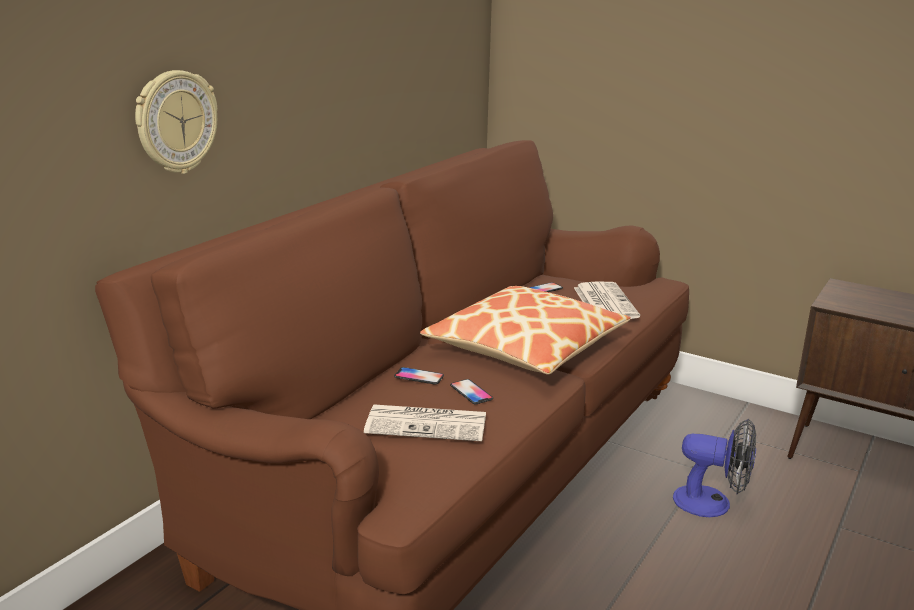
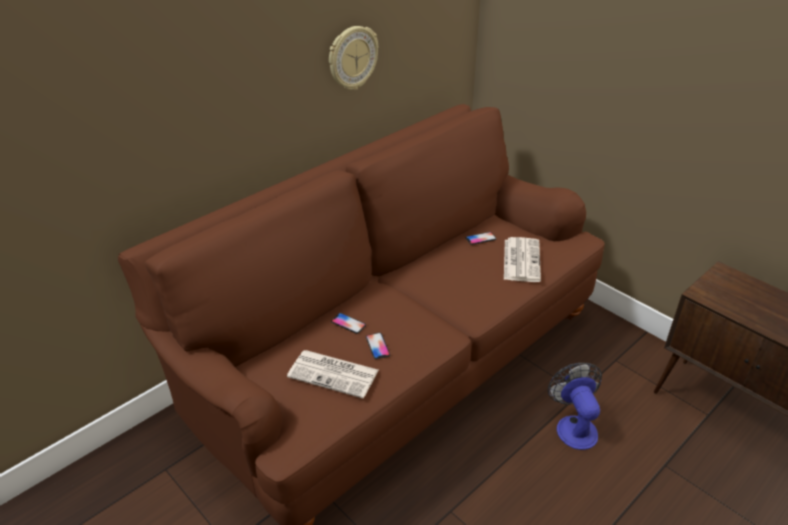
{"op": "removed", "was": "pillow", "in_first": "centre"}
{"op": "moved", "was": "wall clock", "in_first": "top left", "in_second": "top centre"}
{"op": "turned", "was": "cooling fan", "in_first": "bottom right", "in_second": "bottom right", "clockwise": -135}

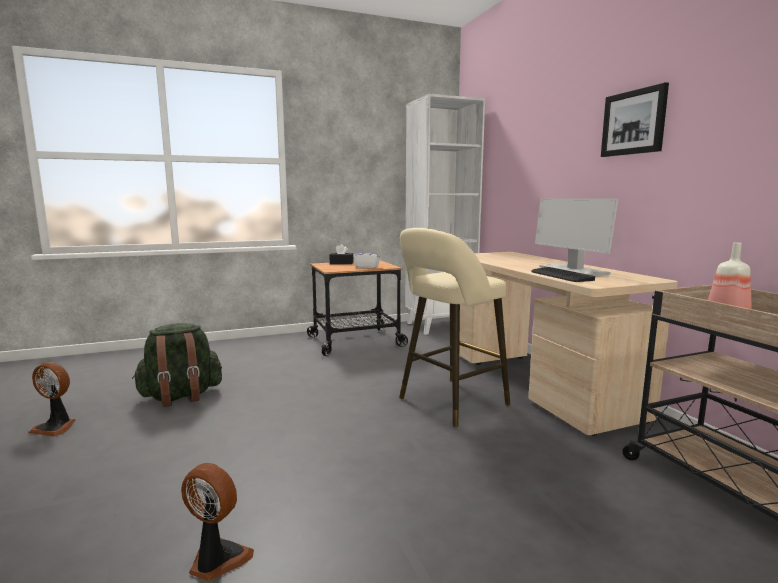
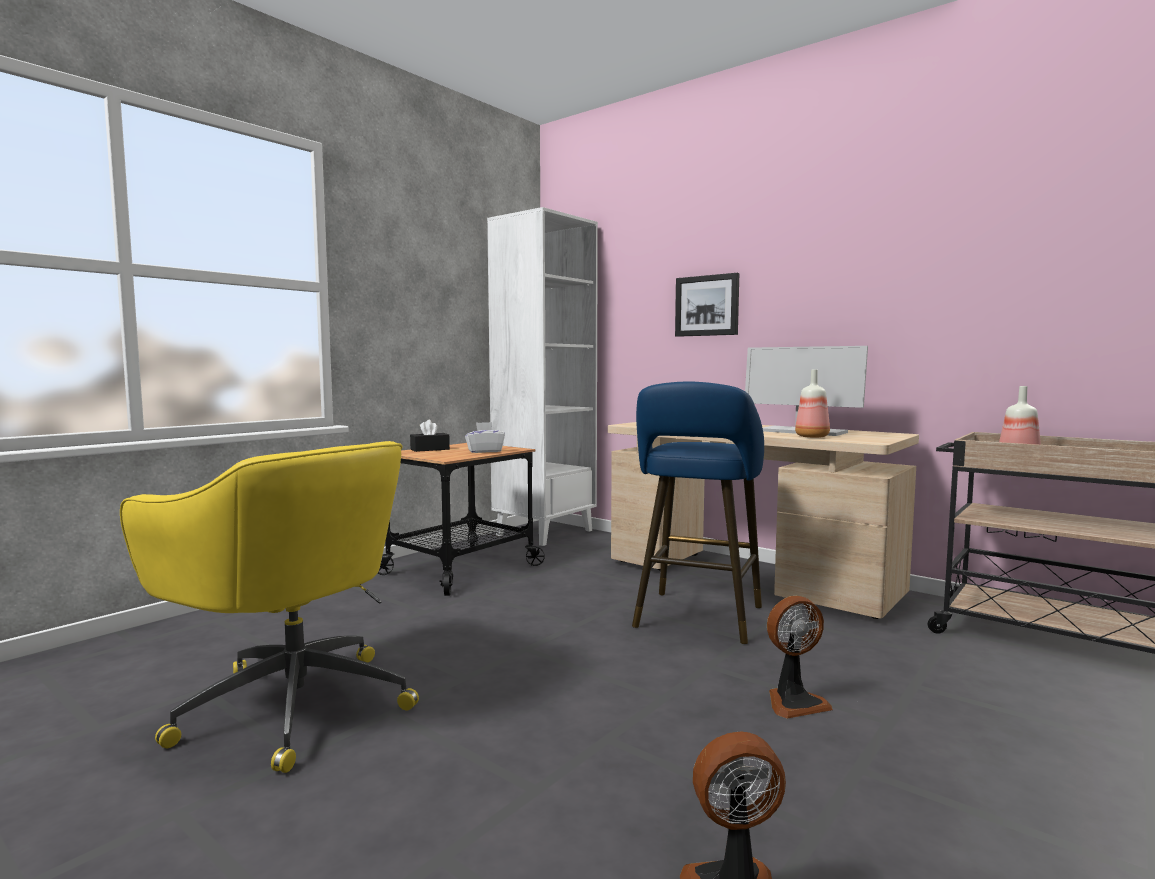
{"op": "moved", "was": "cooling fan (1st from left in the first image)", "now": "cooling fan (2nd from left)", "in_first": "bottom left", "in_second": "bottom right"}
{"op": "moved", "was": "wall art", "in_first": "top right", "in_second": "centre"}
{"op": "replaced", "was": "green-coloured knapsack", "now": "yellowish desk chair", "in_first": "middle left", "in_second": "bottom left"}
{"op": "replaced", "was": "computer keyboard", "now": "drink bottle (1st from left)", "in_first": "middle right", "in_second": "middle right"}
{"op": "recoloured", "was": "beige-coloured stool", "now": "blue-coloured stool", "in_first": "centre", "in_second": "centre"}

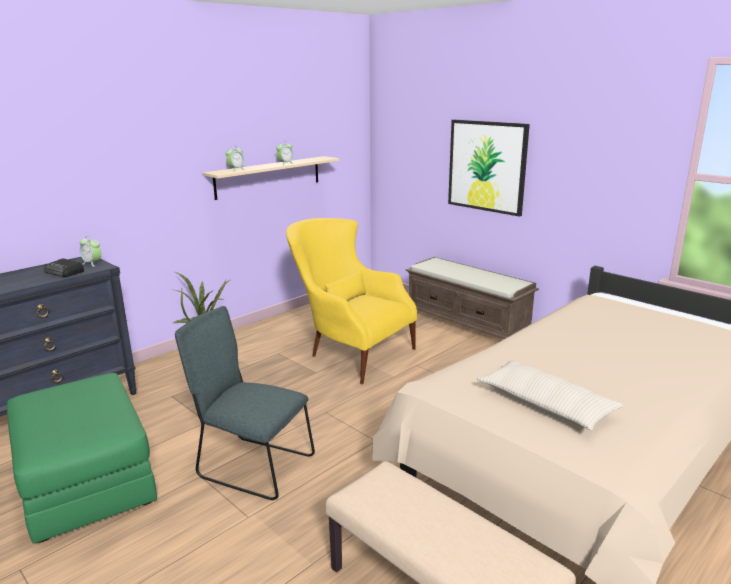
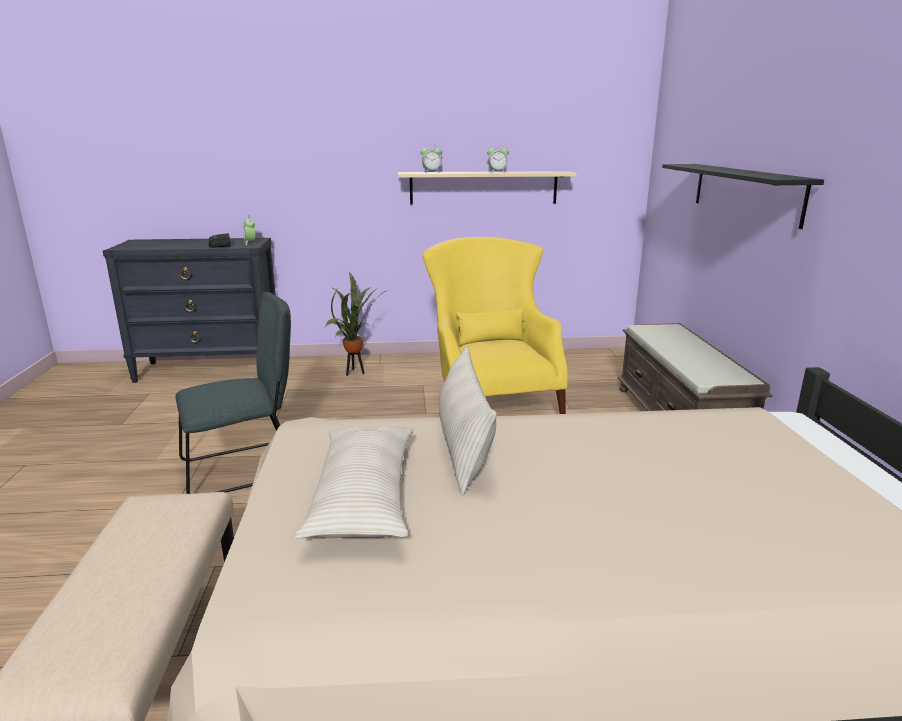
{"op": "removed", "was": "green-coloured pouffe", "in_first": "bottom left"}
{"op": "added", "now": "beige-coloured pillow (2nd from left)", "in_second": "centre"}
{"op": "replaced", "was": "wall art", "now": "black wall shelf", "in_first": "top right", "in_second": "top right"}
{"op": "turned", "was": "gray upright chair", "in_first": "bottom centre", "in_second": "middle left", "clockwise": 90}

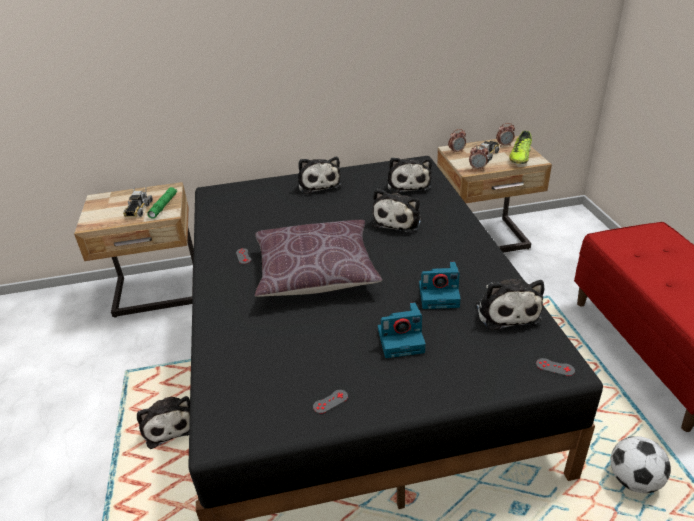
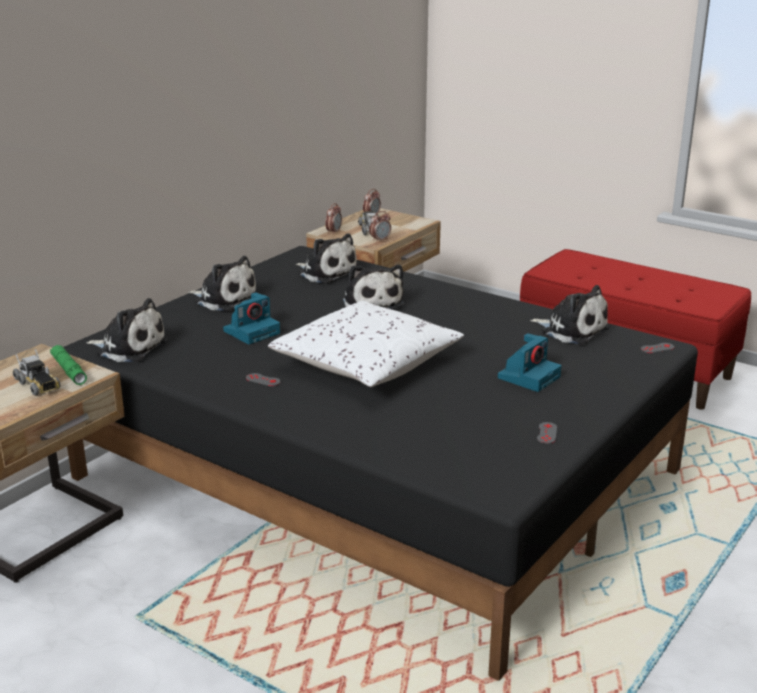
{"op": "removed", "was": "low shoe", "in_first": "top right"}
{"op": "removed", "was": "football ball", "in_first": "bottom right"}
{"op": "moved", "was": "cuddly toy (1st from left)", "in_first": "bottom left", "in_second": "middle left"}
{"op": "moved", "was": "still camera (2nd from left in the first image)", "now": "still camera (1st from left)", "in_first": "centre", "in_second": "middle left"}
{"op": "recoloured", "was": "brown pillow", "now": "white pillow", "in_first": "centre", "in_second": "centre"}

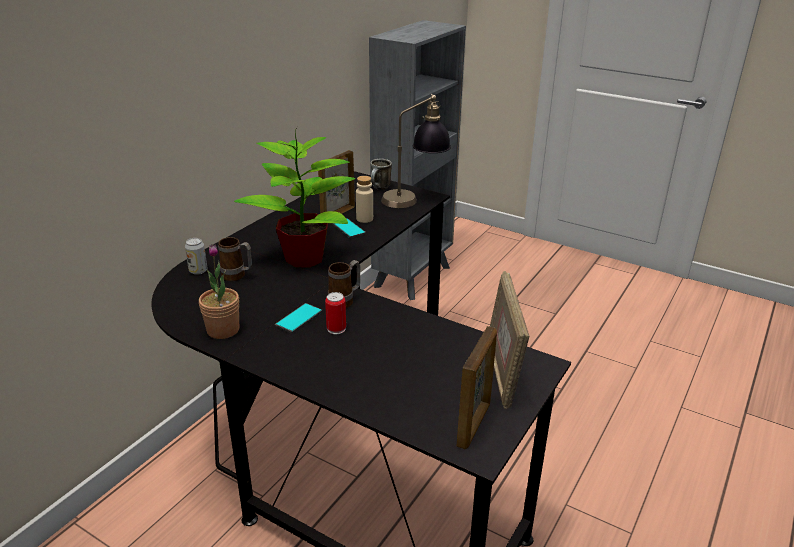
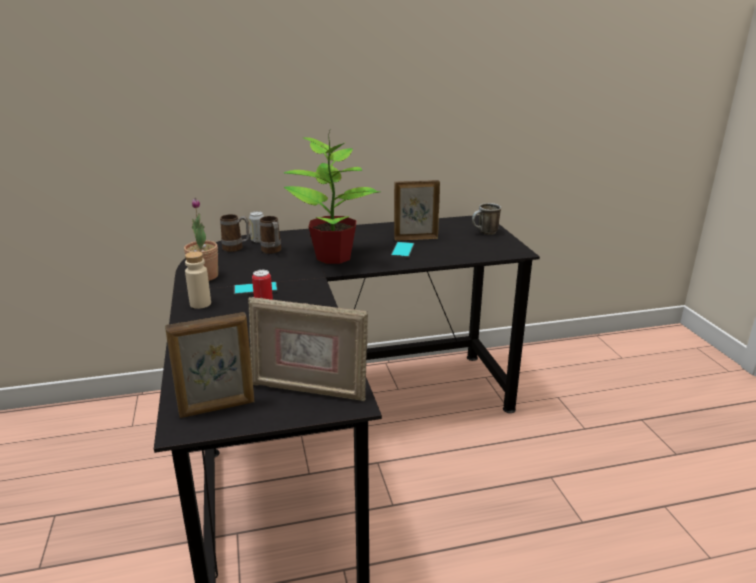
{"op": "removed", "was": "gray bookcase", "in_first": "top centre"}
{"op": "removed", "was": "tabletop lamp", "in_first": "top centre"}
{"op": "moved", "was": "tea mug (2nd from left in the first image)", "now": "tea mug (1st from left)", "in_first": "centre", "in_second": "middle left"}
{"op": "moved", "was": "beige-coloured drink bottle", "in_first": "centre", "in_second": "middle left"}
{"op": "turned", "was": "standing frame (3rd from left in the first image)", "in_first": "centre", "in_second": "centre", "clockwise": -120}

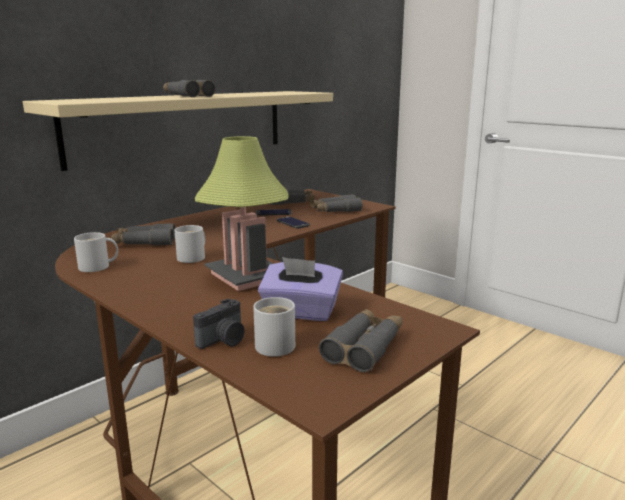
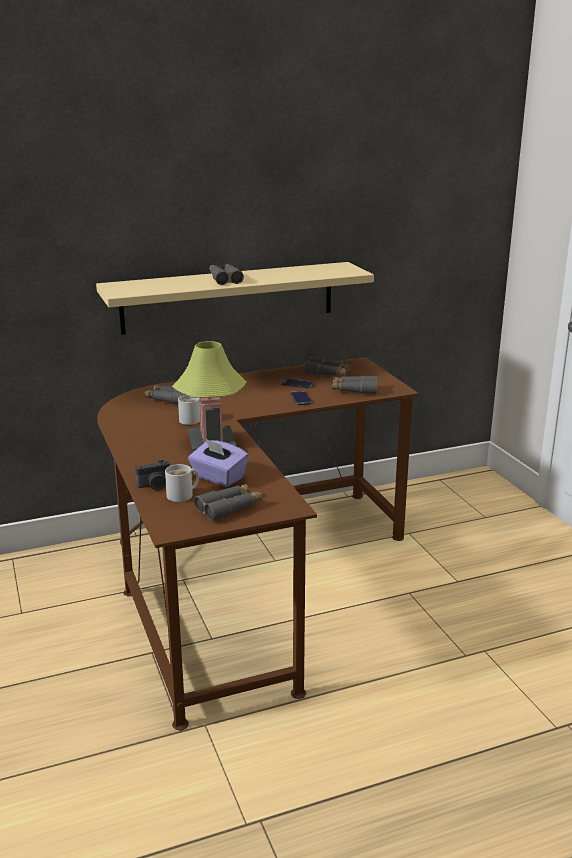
{"op": "removed", "was": "white tea mug (1st from left)", "in_first": "middle left"}

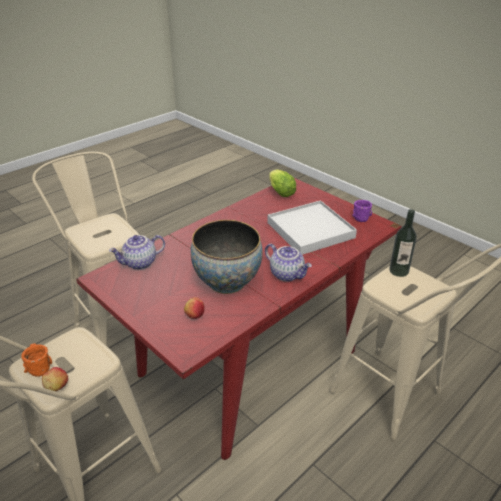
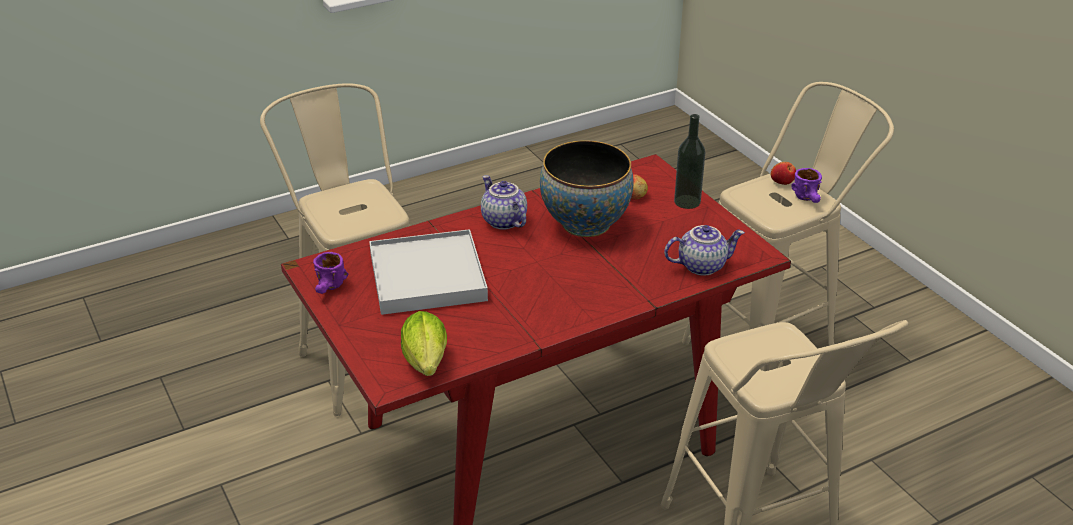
{"op": "moved", "was": "drink bottle", "in_first": "middle right", "in_second": "top centre"}
{"op": "recoloured", "was": "orangey tea mug", "now": "purplish tea mug (2nd from left)", "in_first": "bottom left", "in_second": "middle right"}

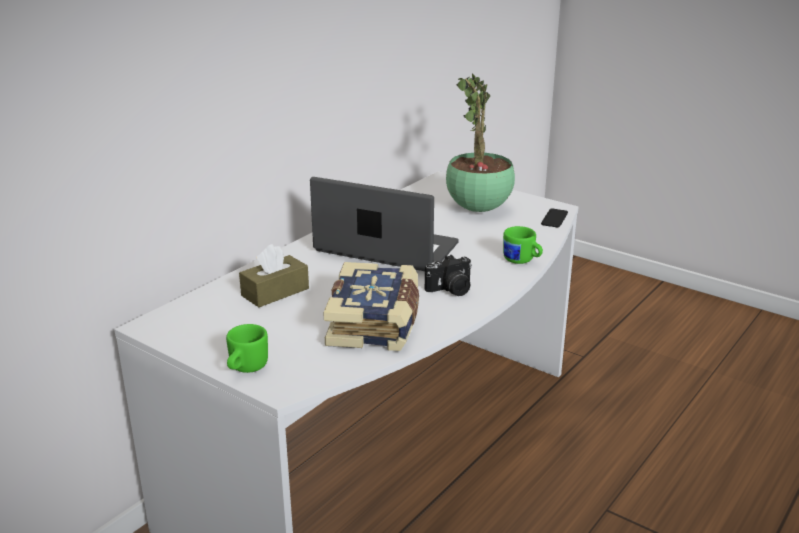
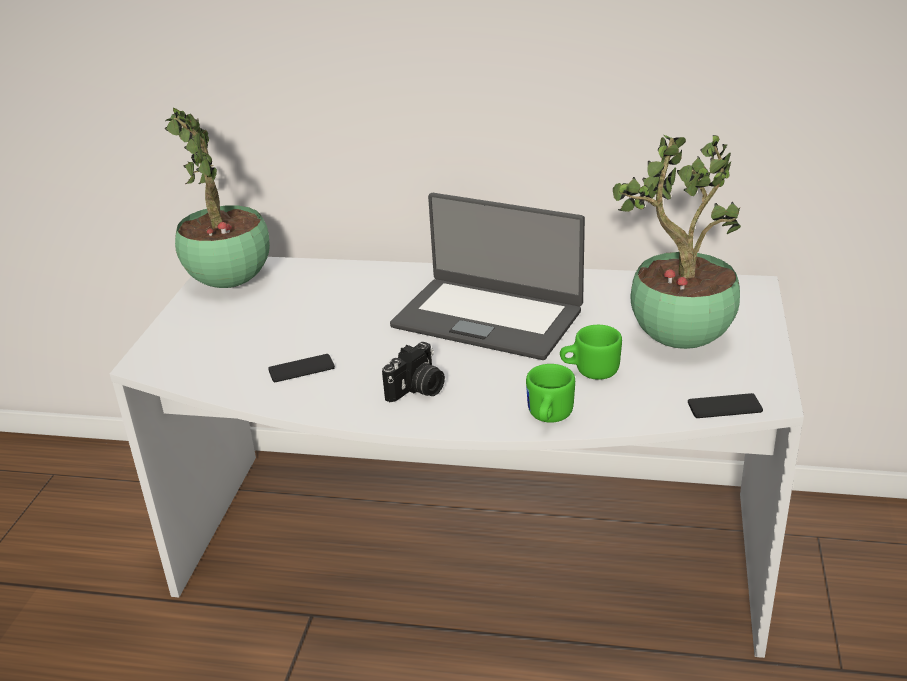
{"op": "removed", "was": "brown box of tissues", "in_first": "centre"}
{"op": "added", "now": "potted plant (1st from left)", "in_second": "top left"}
{"op": "moved", "was": "green-coloured tea mug (1st from left in the first image)", "now": "green-coloured tea mug (2nd from left)", "in_first": "middle left", "in_second": "centre"}
{"op": "replaced", "was": "bound book", "now": "telephone (1st from left)", "in_first": "centre", "in_second": "middle left"}
{"op": "turned", "was": "laptop", "in_first": "centre", "in_second": "centre", "clockwise": 120}
{"op": "turned", "was": "still camera", "in_first": "centre", "in_second": "centre", "clockwise": -90}

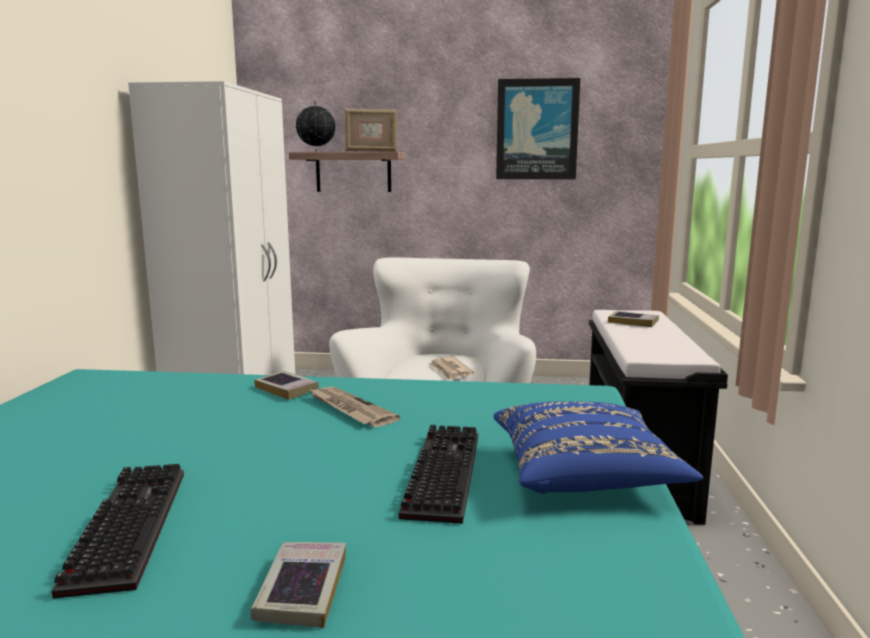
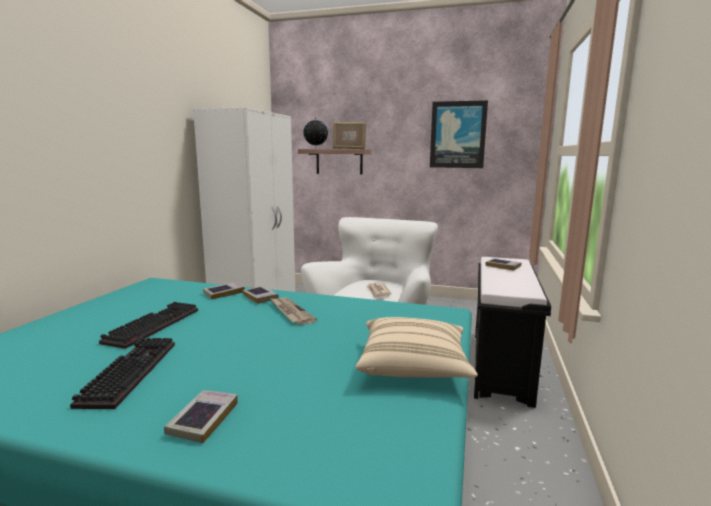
{"op": "added", "now": "bound book (2nd from left)", "in_second": "middle left"}
{"op": "moved", "was": "computer keyboard (2nd from left)", "in_first": "bottom centre", "in_second": "middle left"}
{"op": "recoloured", "was": "blue-coloured pillow", "now": "beige-coloured pillow", "in_first": "bottom right", "in_second": "bottom centre"}

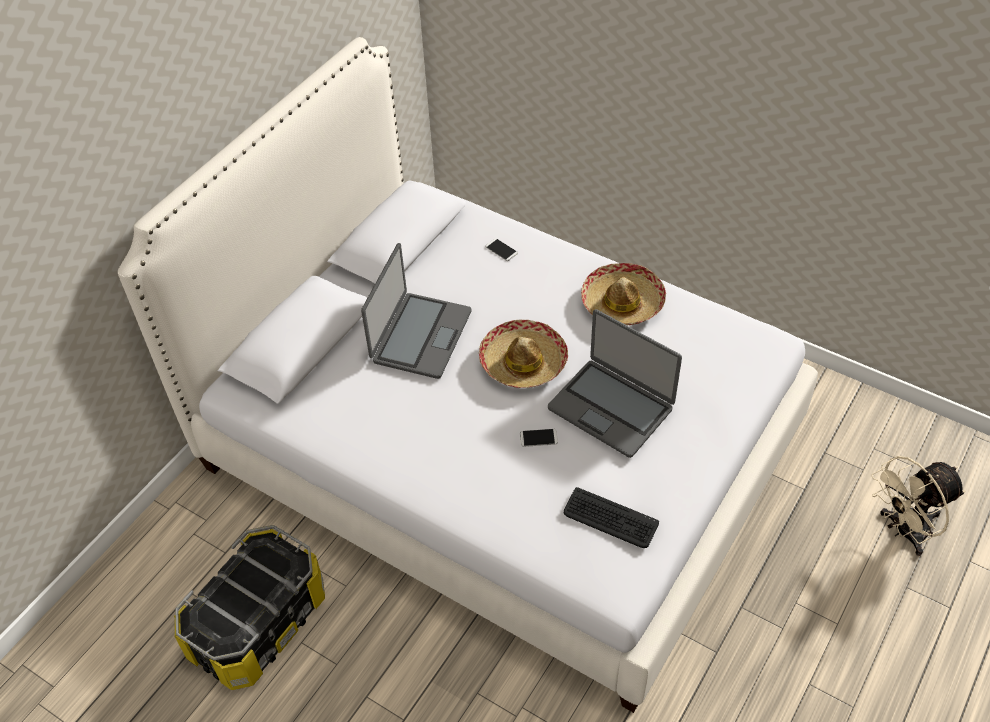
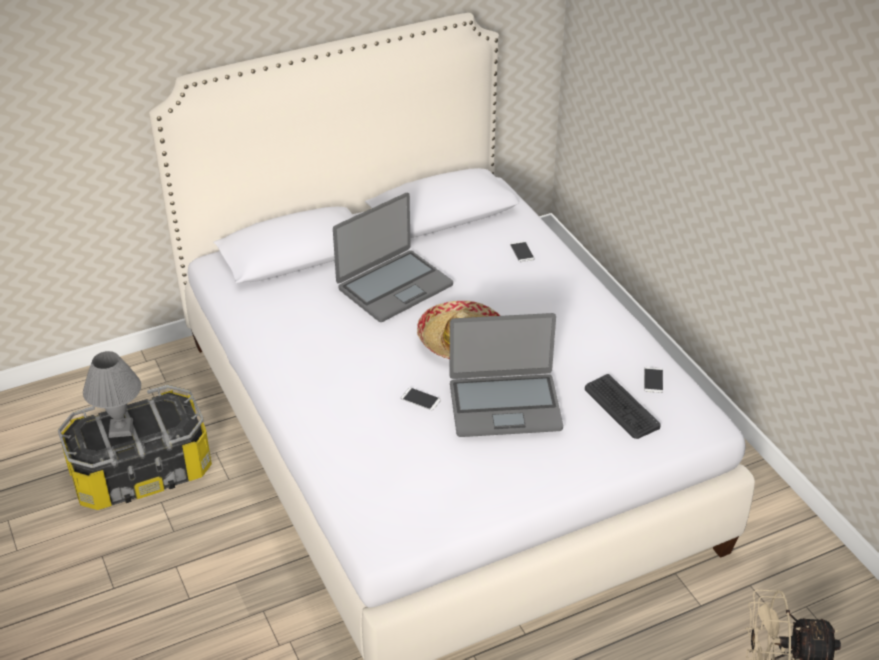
{"op": "removed", "was": "wearable hat (2nd from left)", "in_first": "centre"}
{"op": "added", "now": "gray tabletop lamp", "in_second": "middle left"}
{"op": "added", "now": "telephone (3rd from left)", "in_second": "middle right"}
{"op": "moved", "was": "computer keyboard", "in_first": "bottom centre", "in_second": "middle right"}
{"op": "turned", "was": "laptop (2nd from left)", "in_first": "centre", "in_second": "centre", "clockwise": -75}

